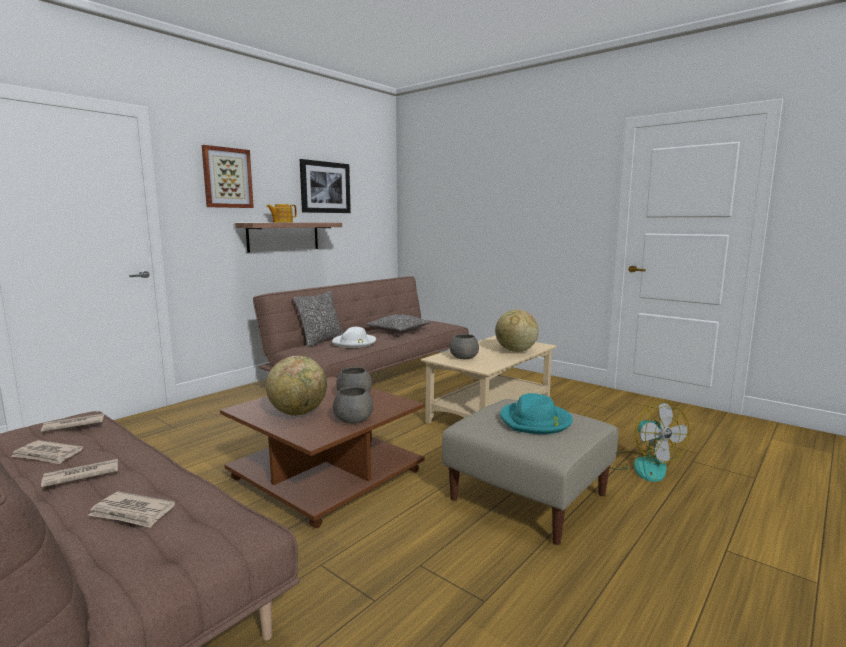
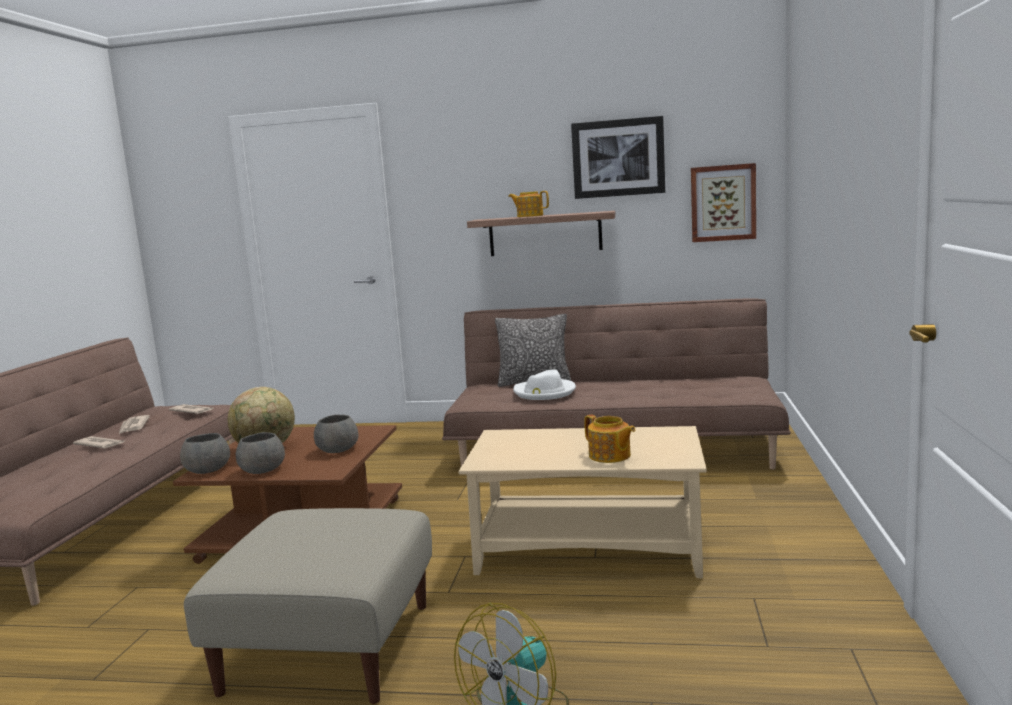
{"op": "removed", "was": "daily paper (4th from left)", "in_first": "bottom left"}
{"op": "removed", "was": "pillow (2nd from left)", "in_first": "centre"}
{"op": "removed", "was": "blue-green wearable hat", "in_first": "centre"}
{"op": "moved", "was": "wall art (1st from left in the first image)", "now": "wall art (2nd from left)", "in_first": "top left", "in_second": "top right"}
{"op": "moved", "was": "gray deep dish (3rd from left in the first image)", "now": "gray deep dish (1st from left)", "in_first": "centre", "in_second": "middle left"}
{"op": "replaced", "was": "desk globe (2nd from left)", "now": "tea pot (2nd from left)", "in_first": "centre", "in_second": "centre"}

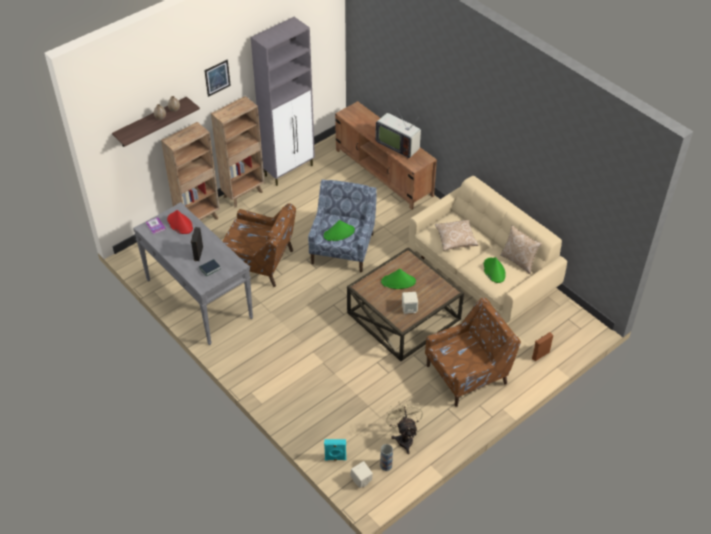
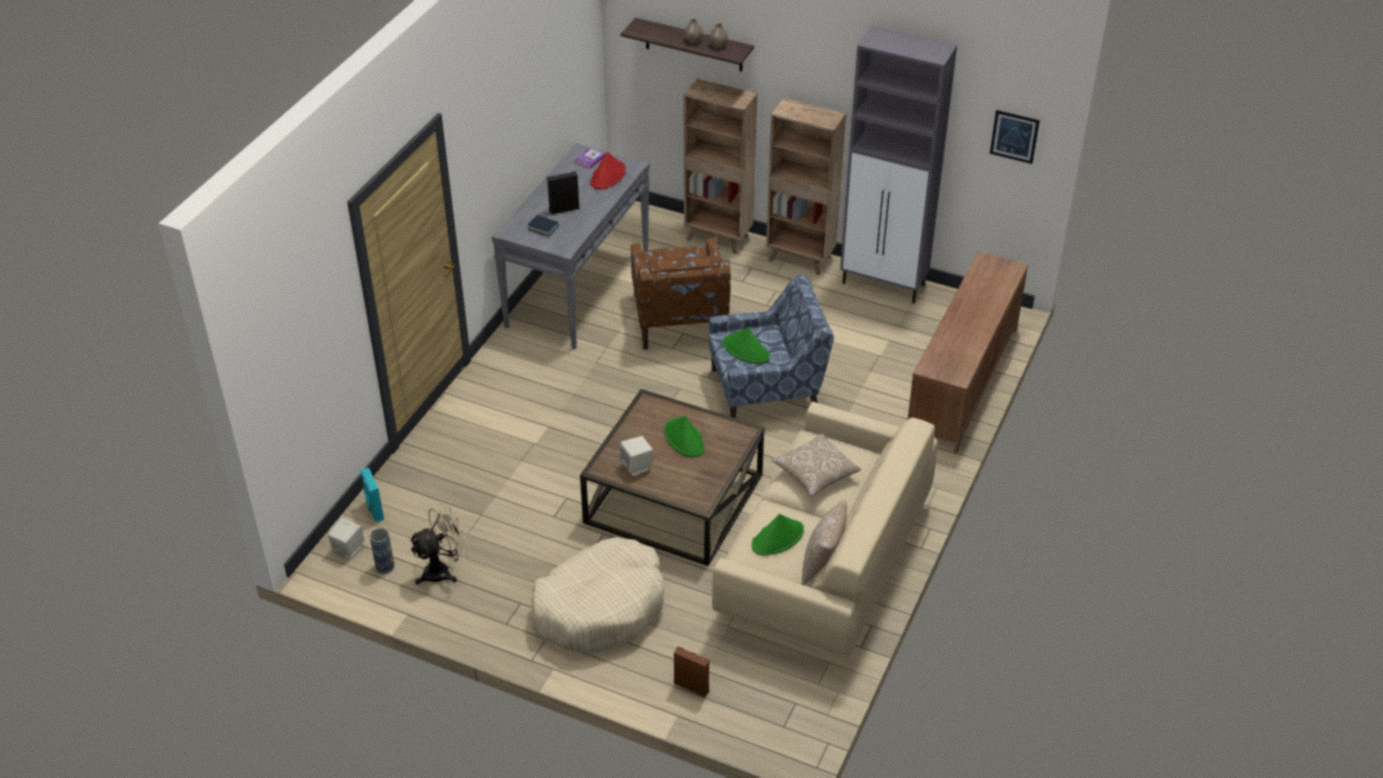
{"op": "removed", "was": "TV set", "in_first": "top centre"}
{"op": "moved", "was": "wall art", "in_first": "top left", "in_second": "top right"}
{"op": "replaced", "was": "brown lounge chair (2nd from left)", "now": "beige-coloured dog bed", "in_first": "centre", "in_second": "bottom centre"}

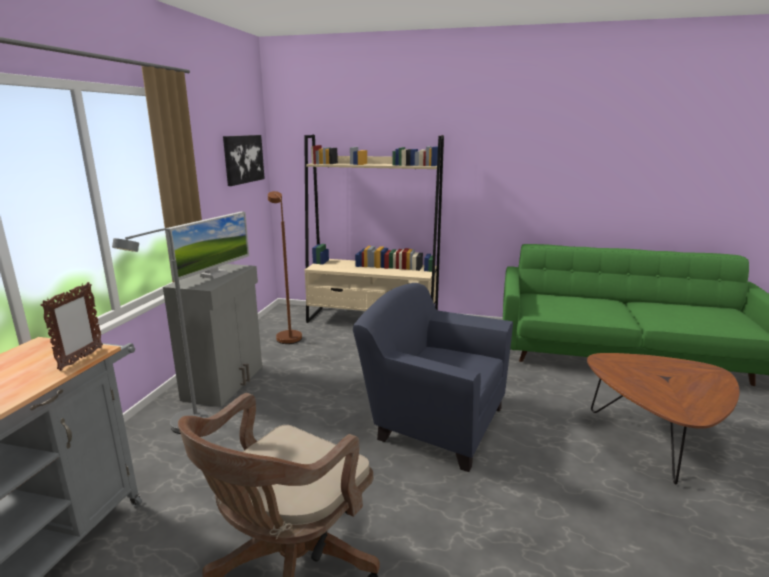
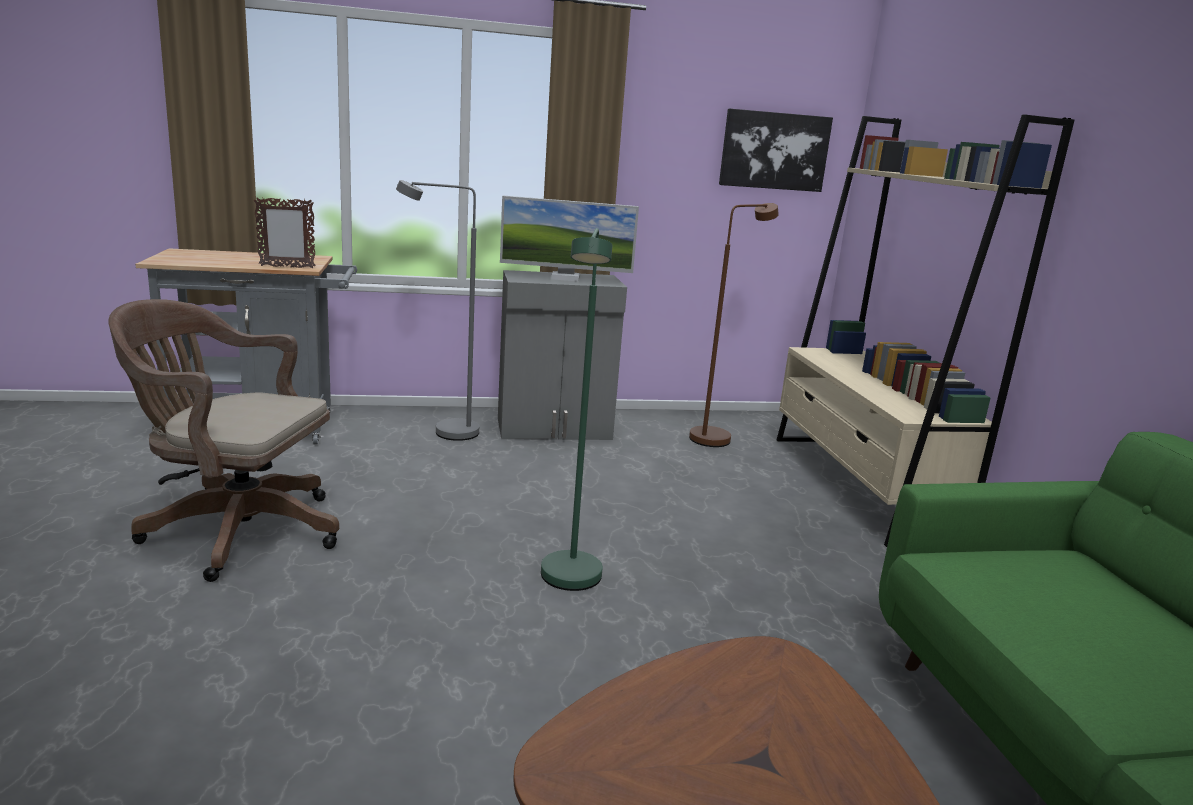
{"op": "replaced", "was": "blue-coloured lounge chair", "now": "green-coloured standing lamp", "in_first": "centre", "in_second": "centre"}

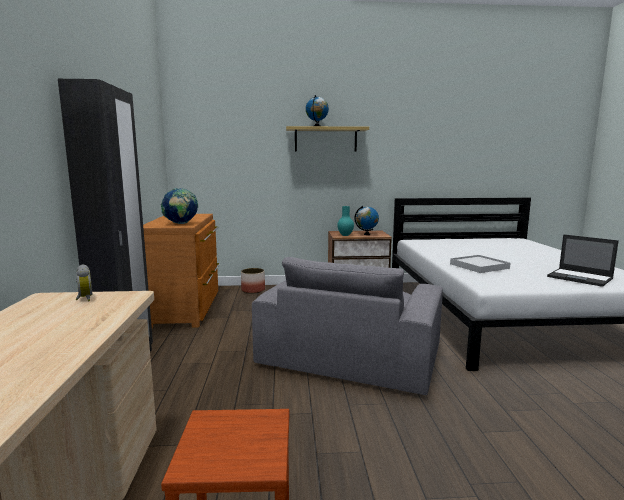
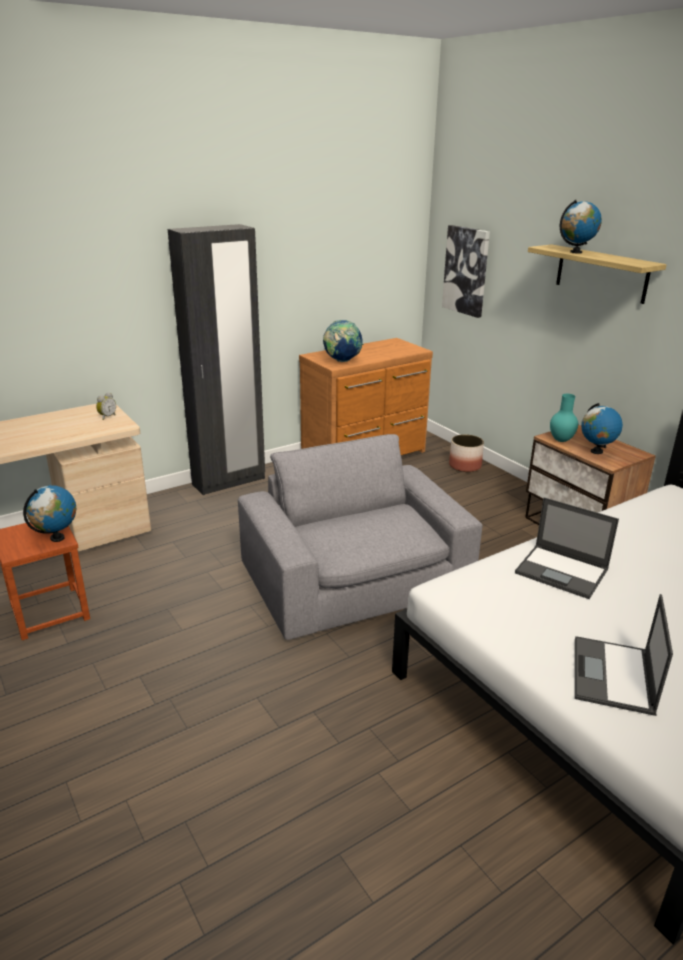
{"op": "added", "now": "desk globe (1st from left)", "in_second": "middle left"}
{"op": "added", "now": "wall art", "in_second": "top right"}
{"op": "replaced", "was": "white serving tray", "now": "laptop (1st from left)", "in_first": "middle right", "in_second": "middle right"}
{"op": "turned", "was": "gray lounge chair", "in_first": "centre", "in_second": "centre", "clockwise": 75}

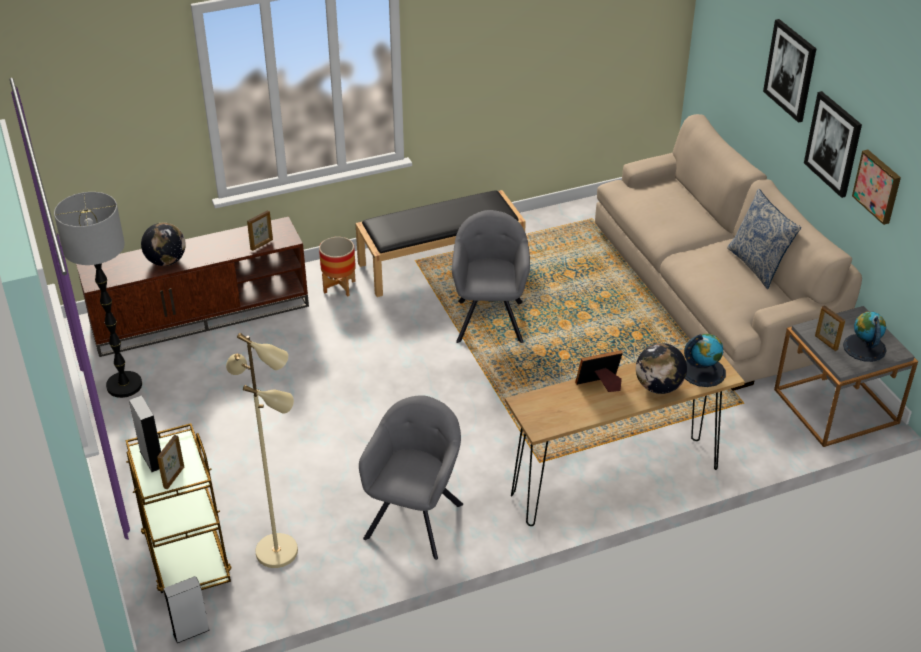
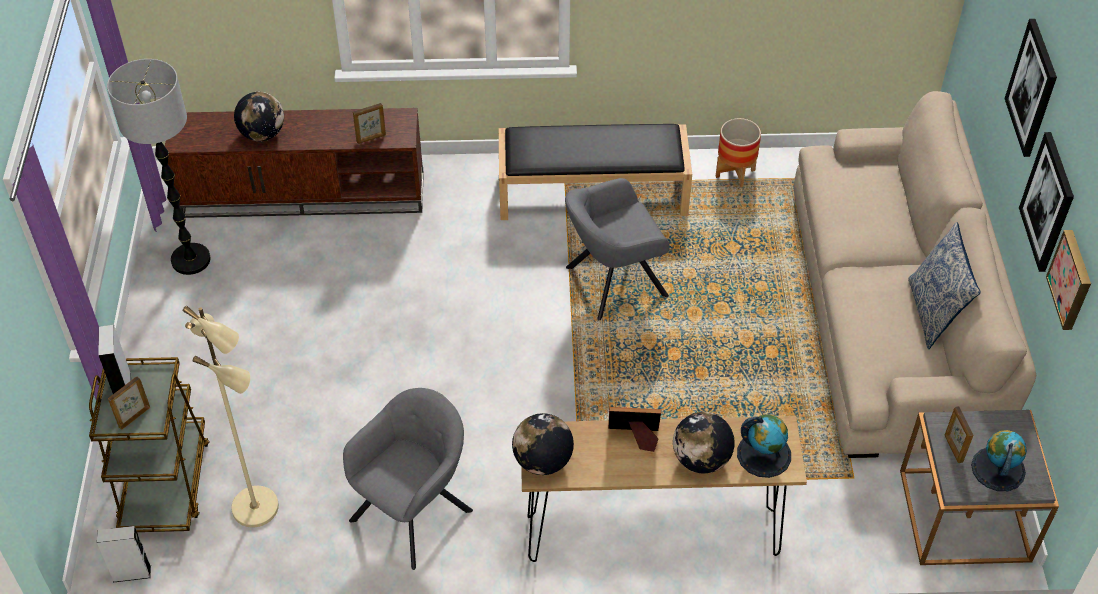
{"op": "added", "now": "desk globe (2nd from left)", "in_second": "bottom centre"}
{"op": "moved", "was": "plant pot", "in_first": "centre", "in_second": "top right"}
{"op": "turned", "was": "gray lounge chair (2nd from left)", "in_first": "centre", "in_second": "centre", "clockwise": -135}

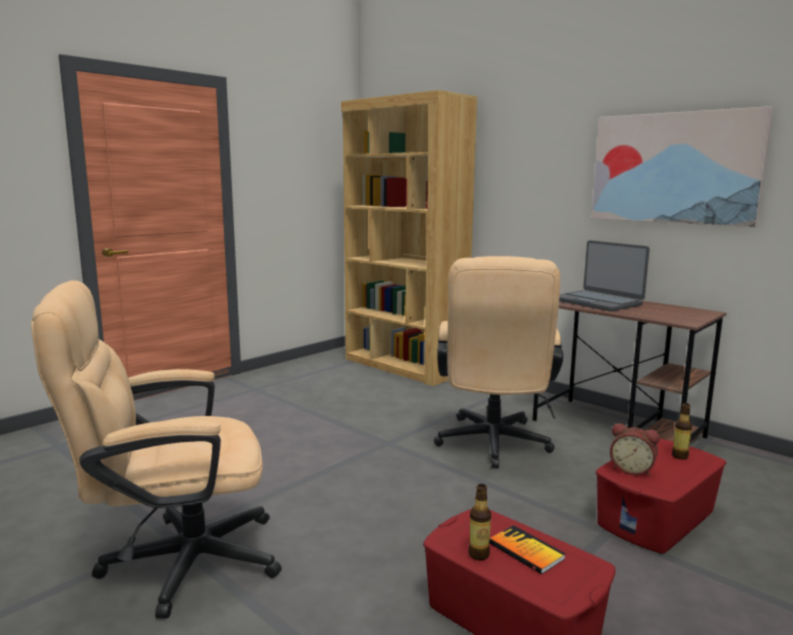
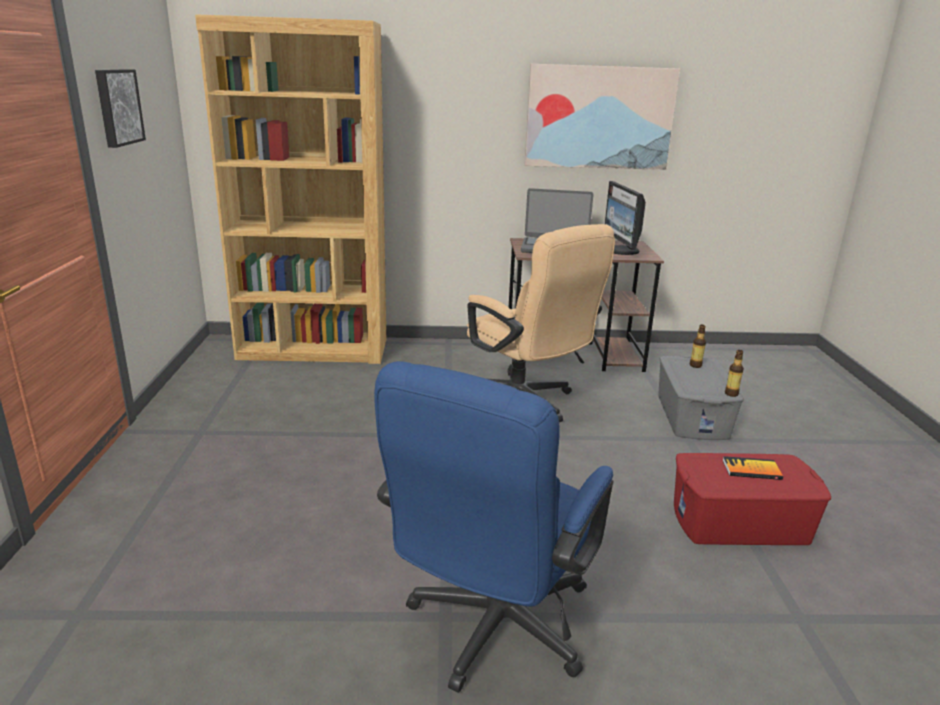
{"op": "removed", "was": "table clock", "in_first": "bottom right"}
{"op": "added", "now": "wall art (1st from left)", "in_second": "top left"}
{"op": "added", "now": "monitor", "in_second": "top centre"}
{"op": "moved", "was": "drink bottle (1st from left in the first image)", "now": "drink bottle (2nd from left)", "in_first": "bottom centre", "in_second": "middle right"}
{"op": "recoloured", "was": "beige-coloured desk chair (1st from left)", "now": "blue-coloured desk chair", "in_first": "bottom left", "in_second": "bottom centre"}
{"op": "recoloured", "was": "reddish storage container (2nd from left)", "now": "gray storage container", "in_first": "bottom right", "in_second": "middle right"}

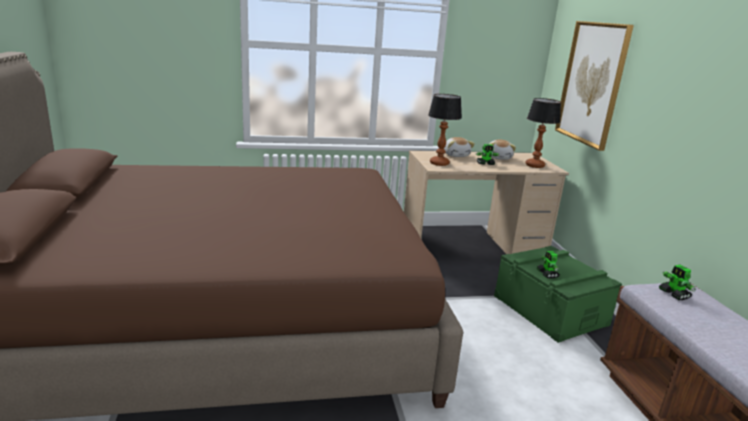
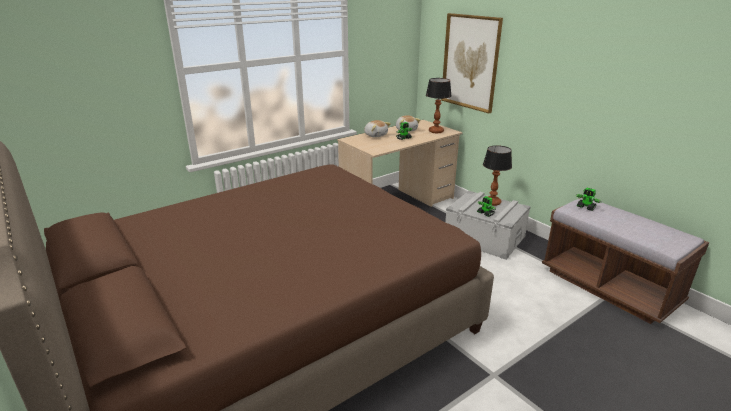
{"op": "moved", "was": "tabletop lamp (1st from left in the first image)", "now": "tabletop lamp (2nd from left)", "in_first": "top centre", "in_second": "middle right"}
{"op": "recoloured", "was": "green-coloured storage container", "now": "gray storage container", "in_first": "bottom right", "in_second": "middle right"}

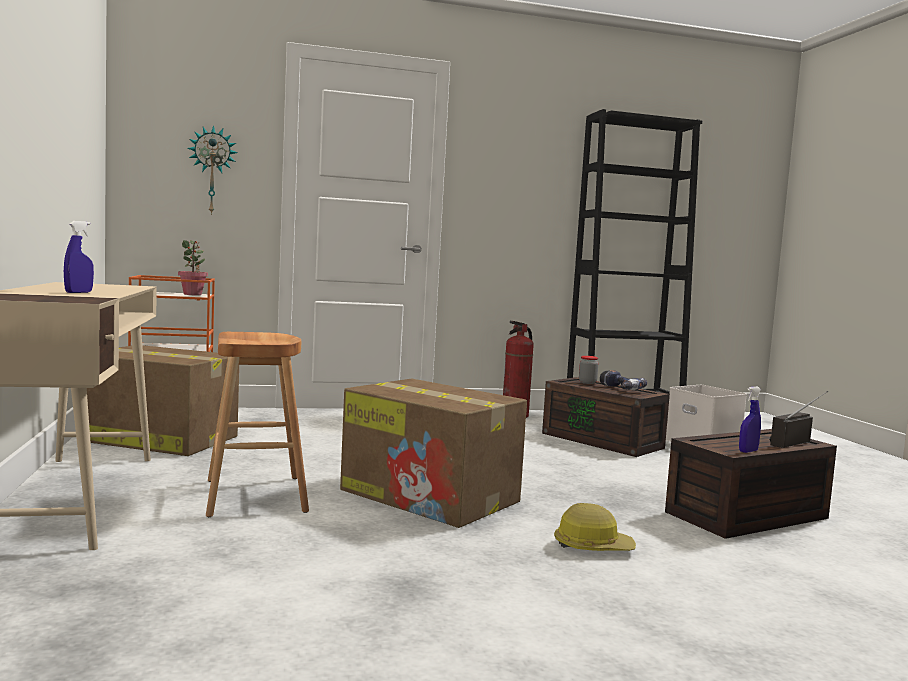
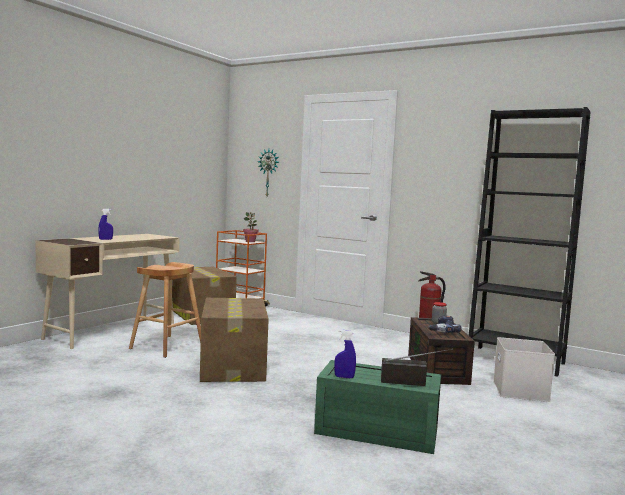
{"op": "removed", "was": "work helmet", "in_first": "bottom centre"}
{"op": "recoloured", "was": "brown storage container (2nd from left)", "now": "green-coloured storage container", "in_first": "bottom right", "in_second": "bottom centre"}

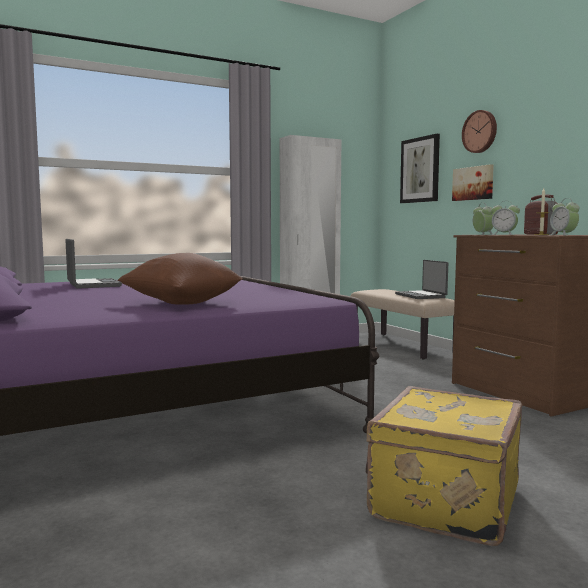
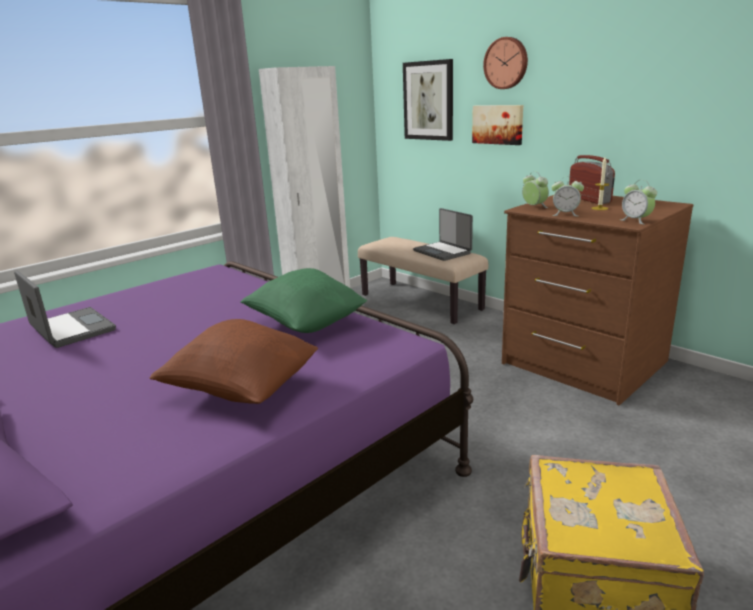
{"op": "added", "now": "green-coloured pillow", "in_second": "centre"}

